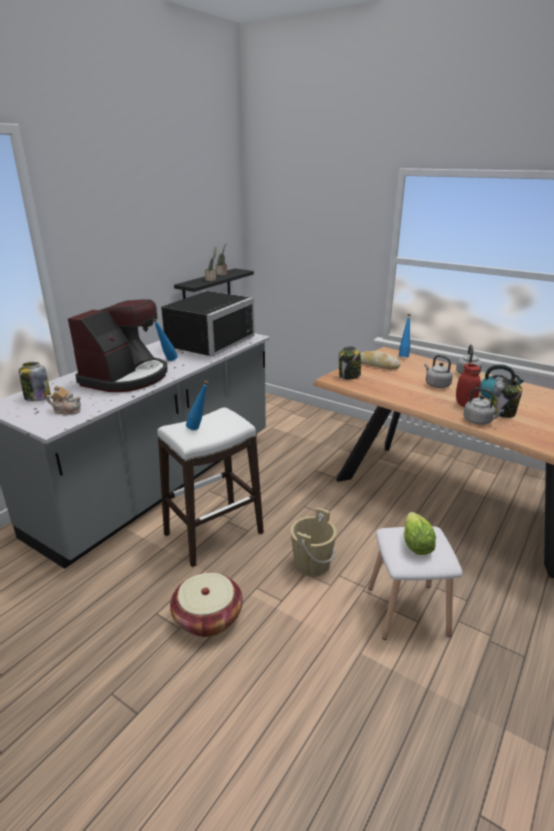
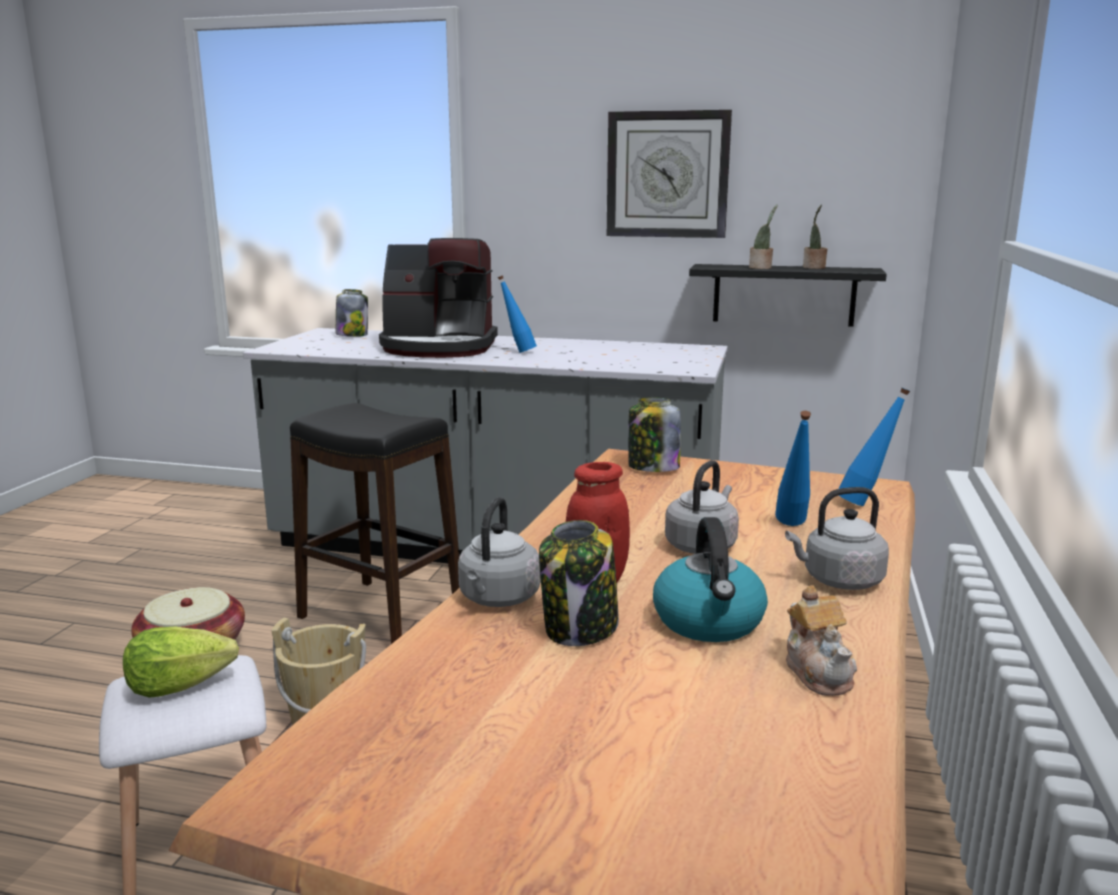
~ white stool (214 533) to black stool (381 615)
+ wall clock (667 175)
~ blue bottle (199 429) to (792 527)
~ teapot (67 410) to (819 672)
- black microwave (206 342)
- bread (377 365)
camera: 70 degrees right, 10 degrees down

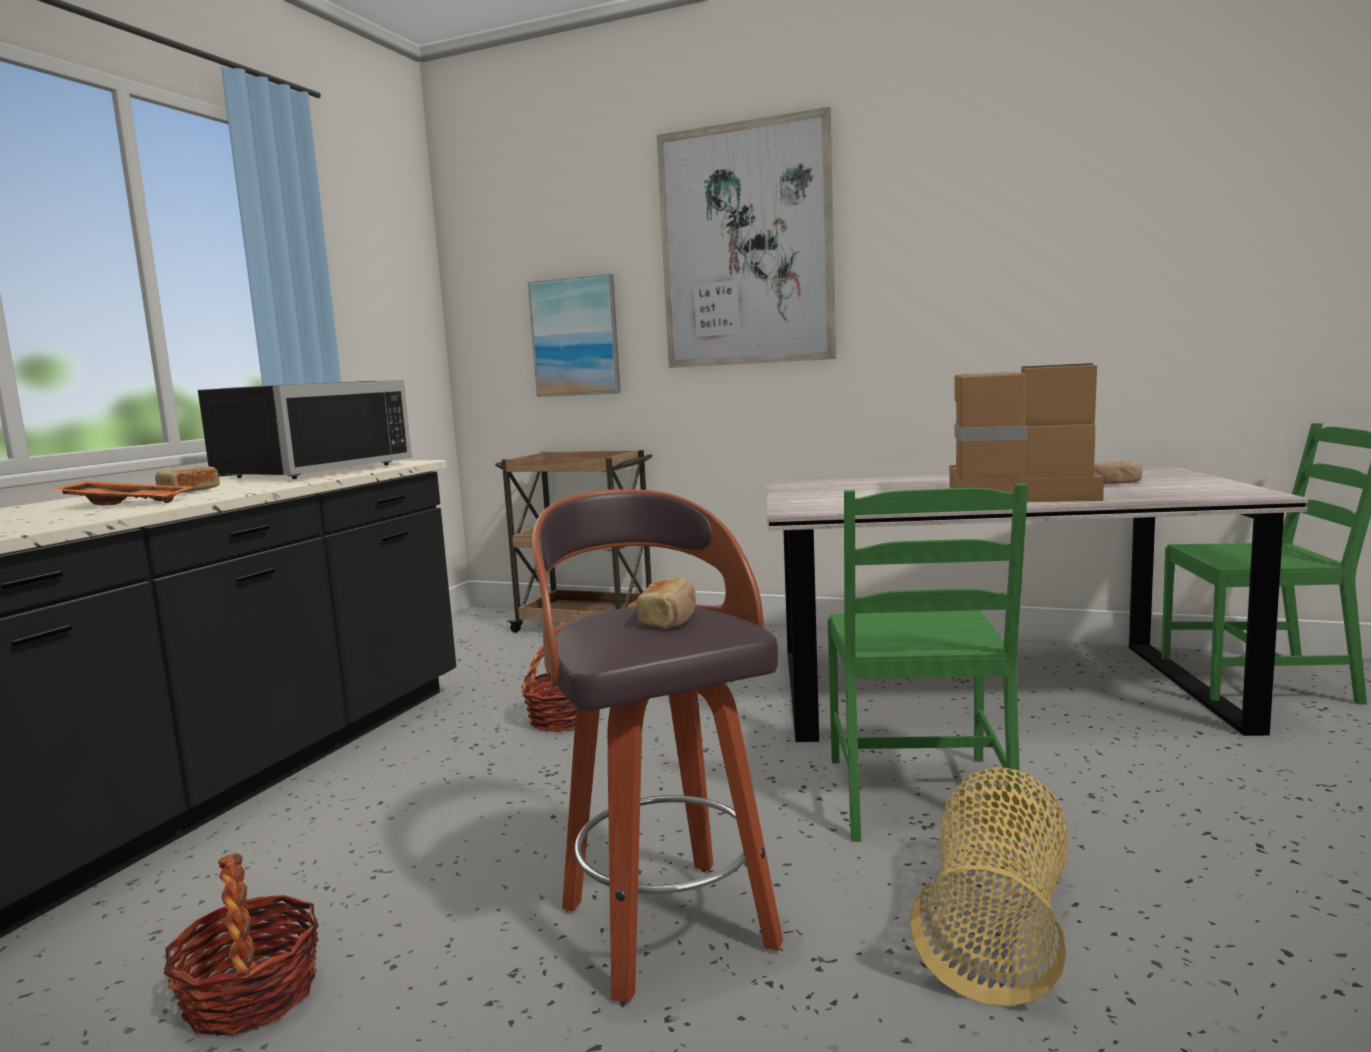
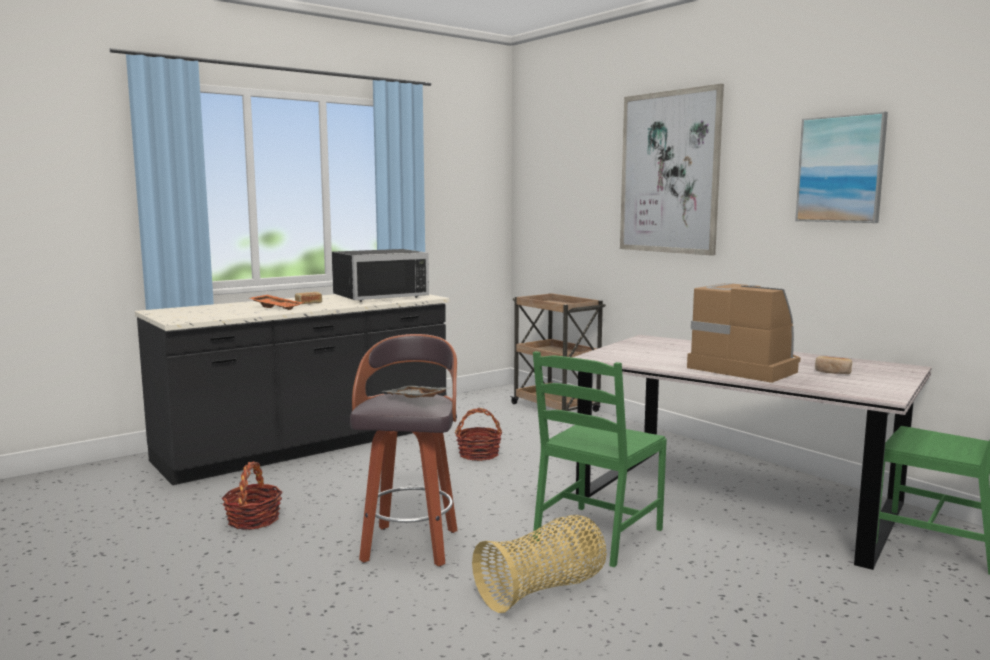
~ bread (670 619) to grey tray (415 399)
~ picture (575 337) to (841 169)
camera: 30 degrees right, 0 degrees up

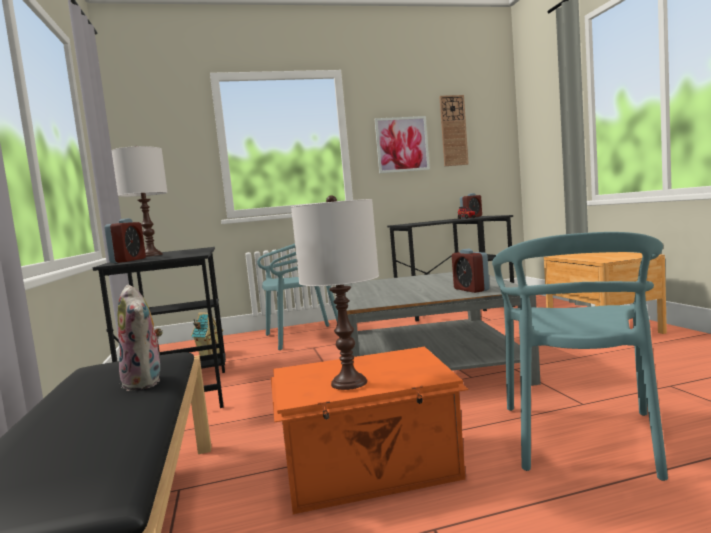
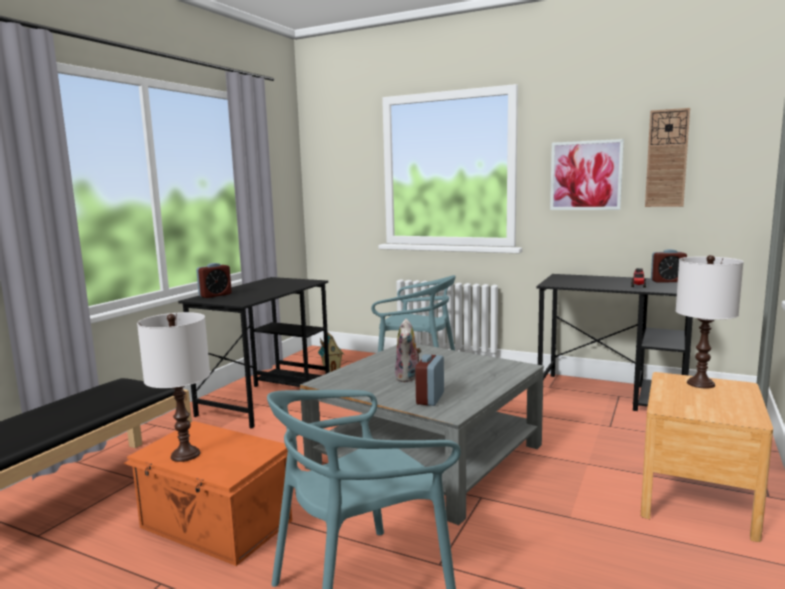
~ plush toy (146 382) to (408 378)
~ white table lamp (151 255) to (700 384)
camera: 40 degrees right, 5 degrees up

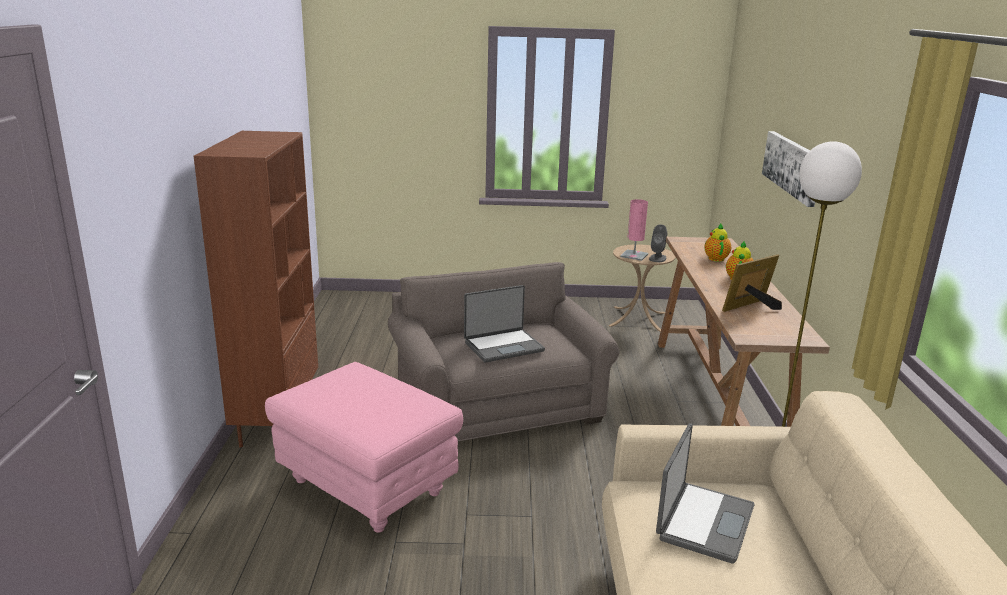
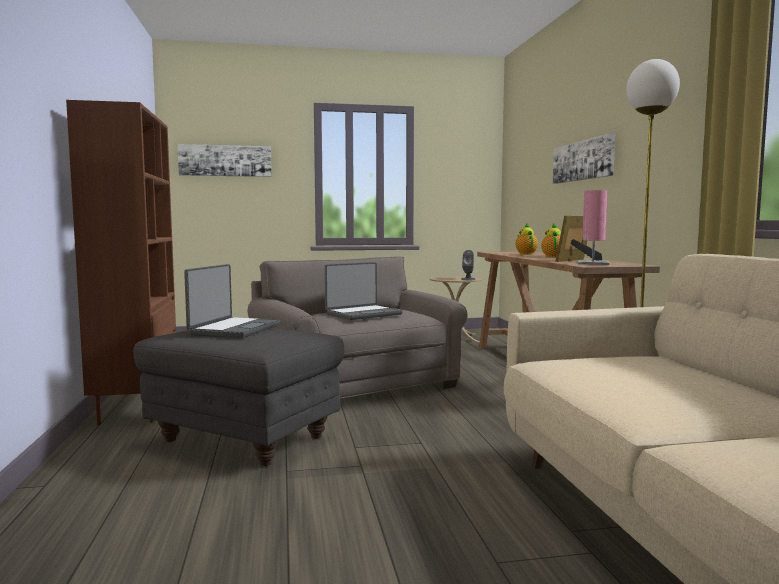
~ pink ottoman (368 487) to grey ottoman (245 439)
+ picture (225 161)
~ laptop (703 522) to (234 329)
~ pink table lamp (634 255) to (592 263)
camera: 10 degrees left, 15 degrees down

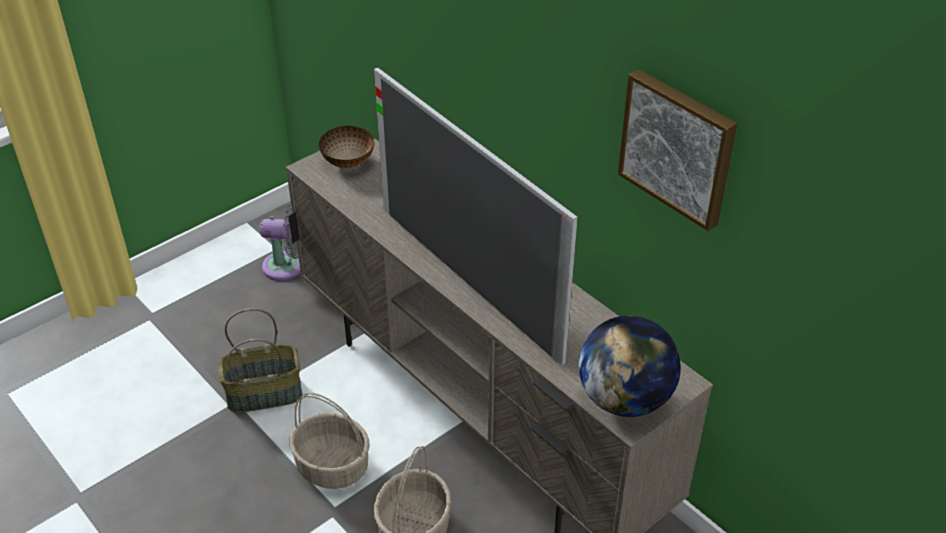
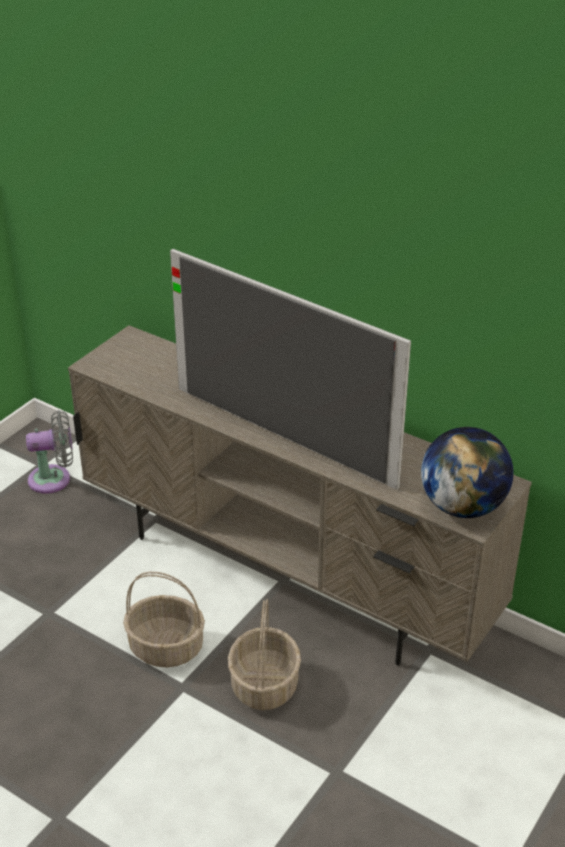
- basket (265 393)
- bowl (348 163)
- picture (678 147)
camera: 15 degrees left, 5 degrees down

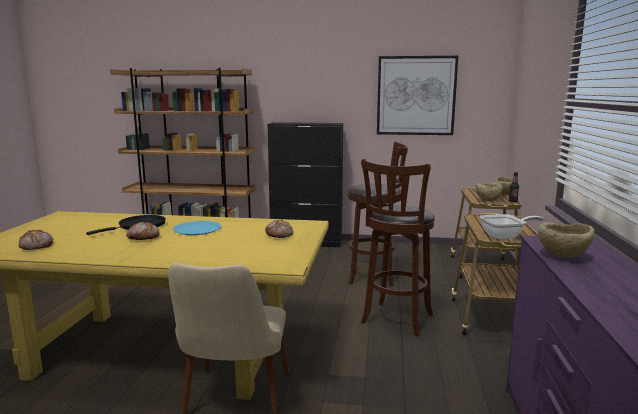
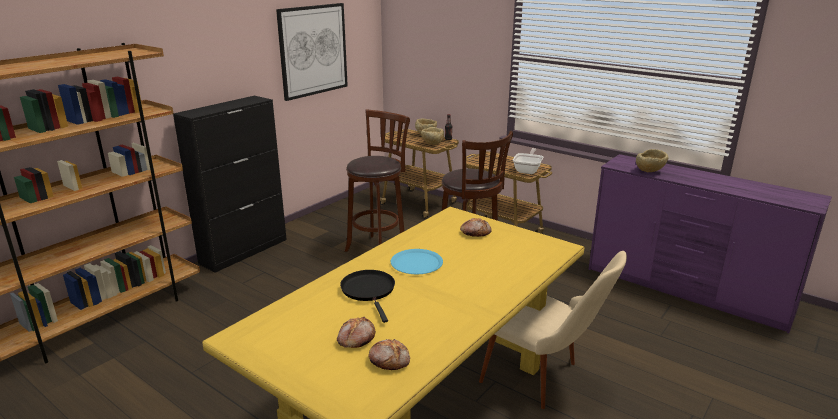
~ bread (143 237) to (356 338)
camera: 60 degrees left, 10 degrees up

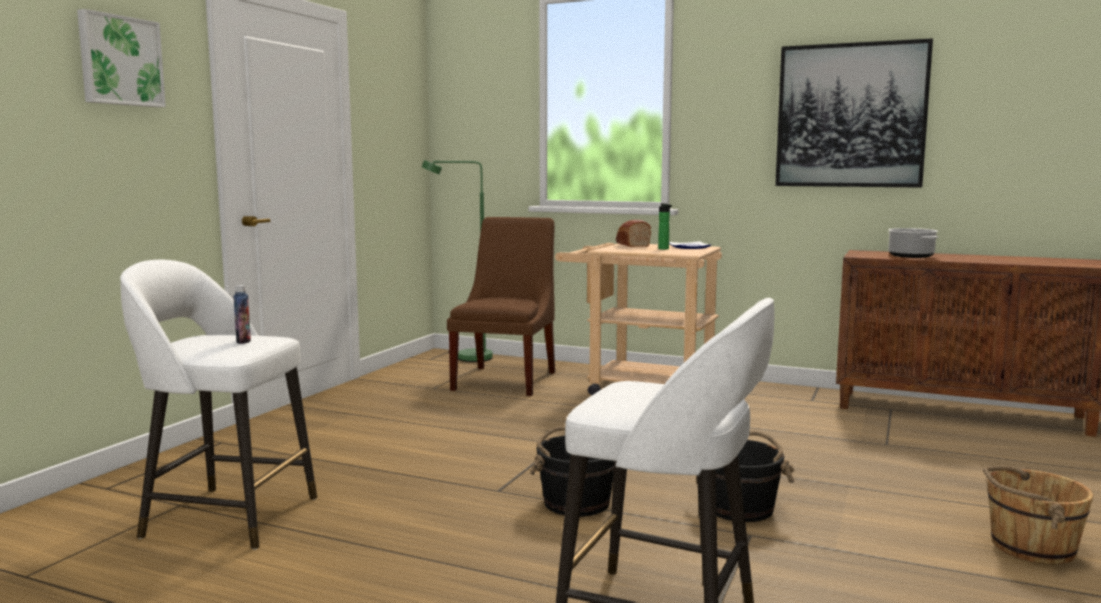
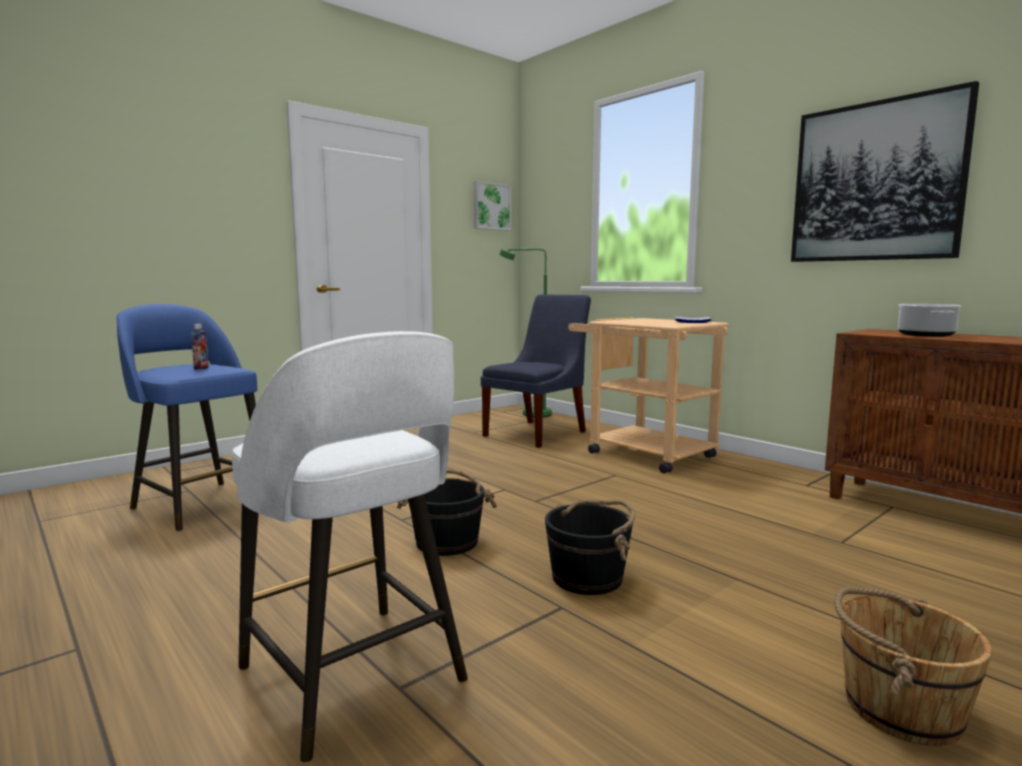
~ white stool (226 516) to blue stool (200 504)
~ picture (120 61) to (491 206)
~ brown chair (507 379) to blue chair (538 433)
- bread (631 244)
- bottle (664 249)
camera: 25 degrees right, 0 degrees up

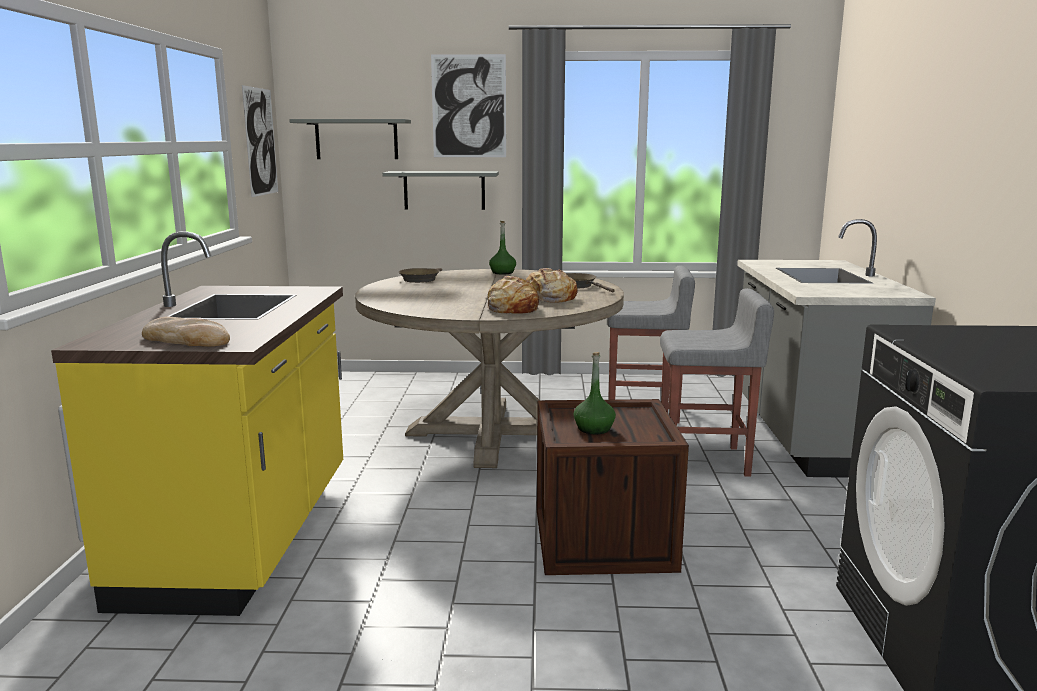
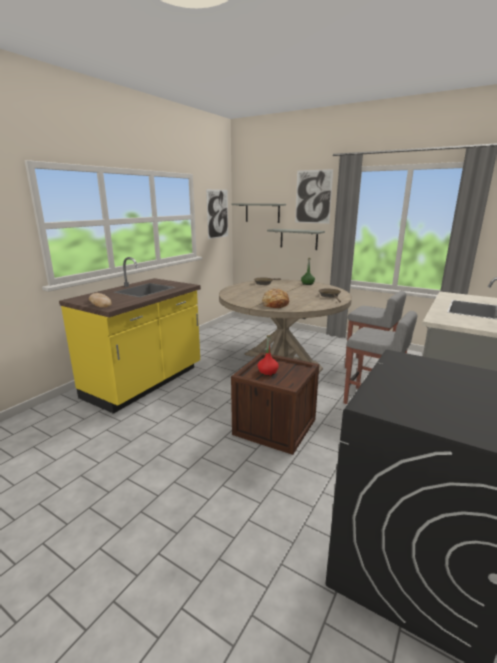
~ green bottle (593 429) to red bottle (267 372)
- bread (549 298)
camera: 30 degrees right, 5 degrees up

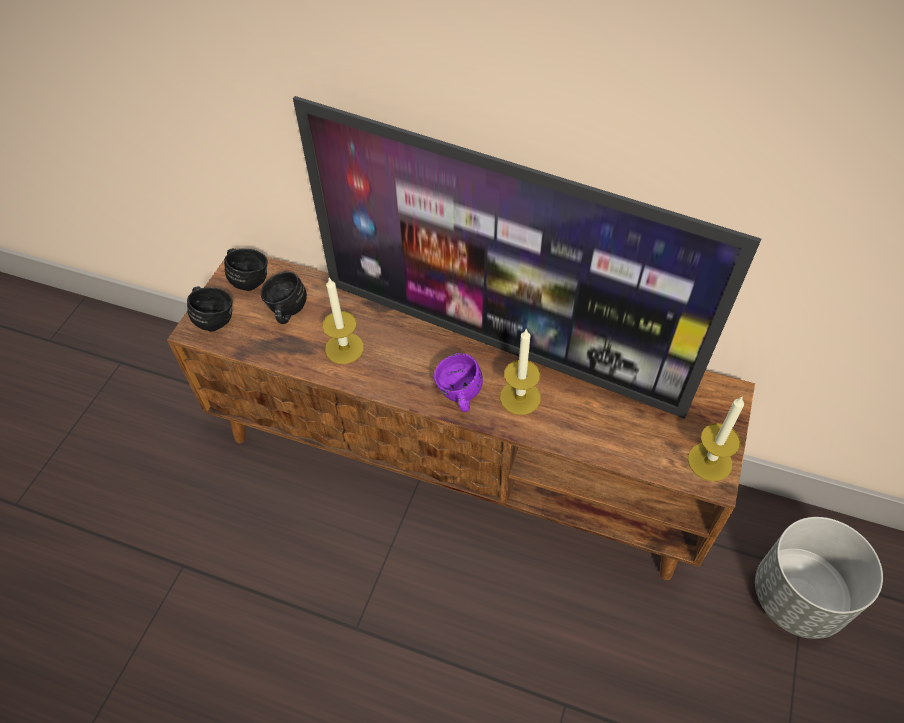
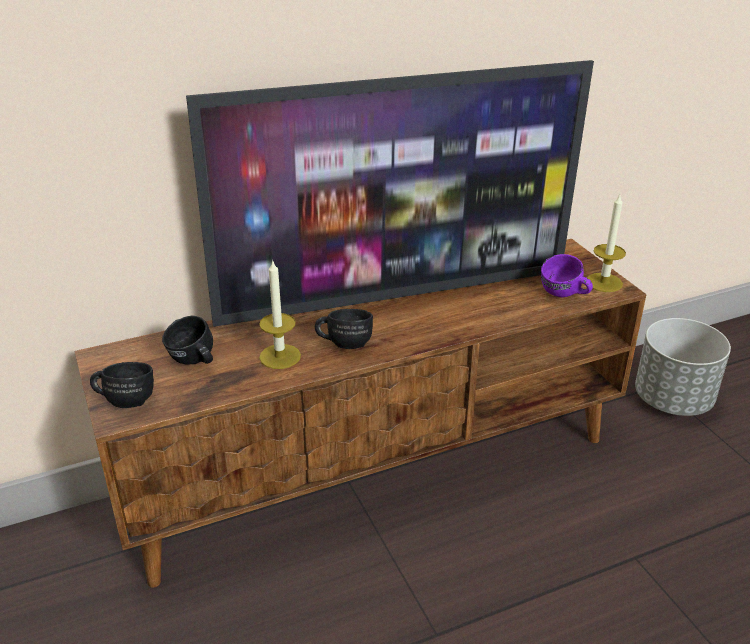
~ black mug (249 278) to (344 343)
~ purple mug (458 396) to (564 296)
- candle (520 397)
camera: 45 degrees left, 20 degrees down

